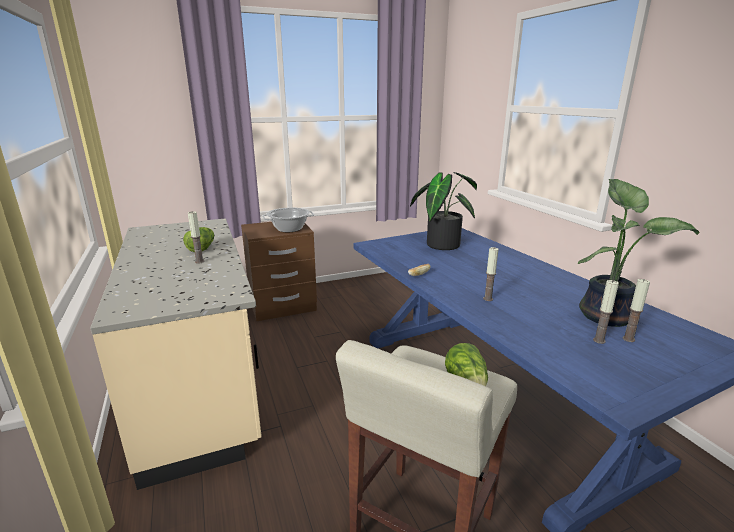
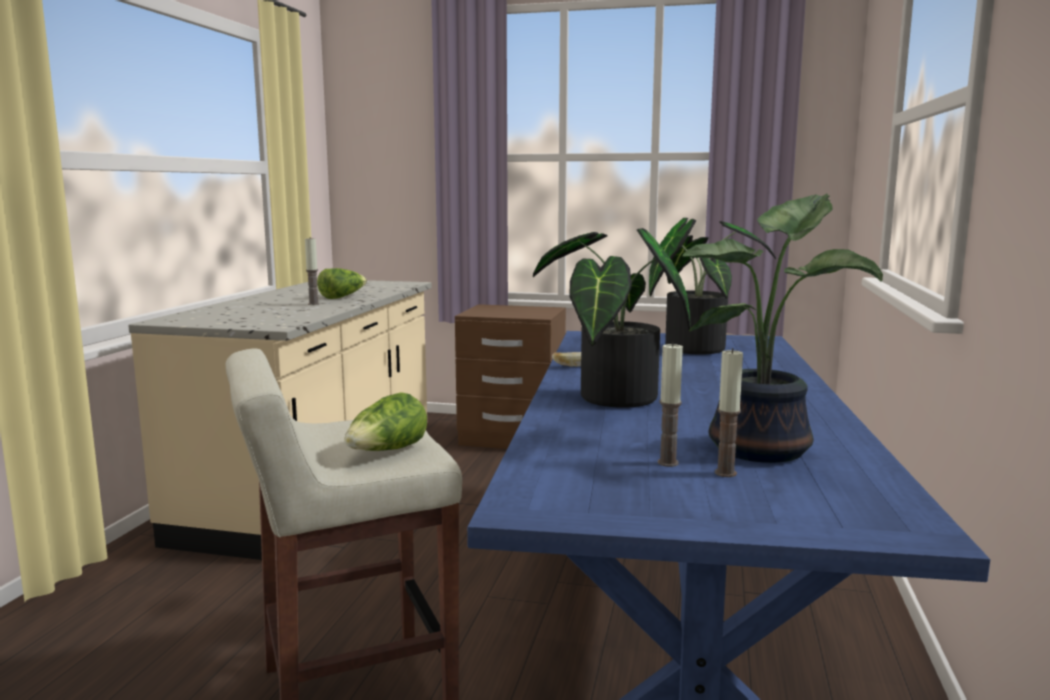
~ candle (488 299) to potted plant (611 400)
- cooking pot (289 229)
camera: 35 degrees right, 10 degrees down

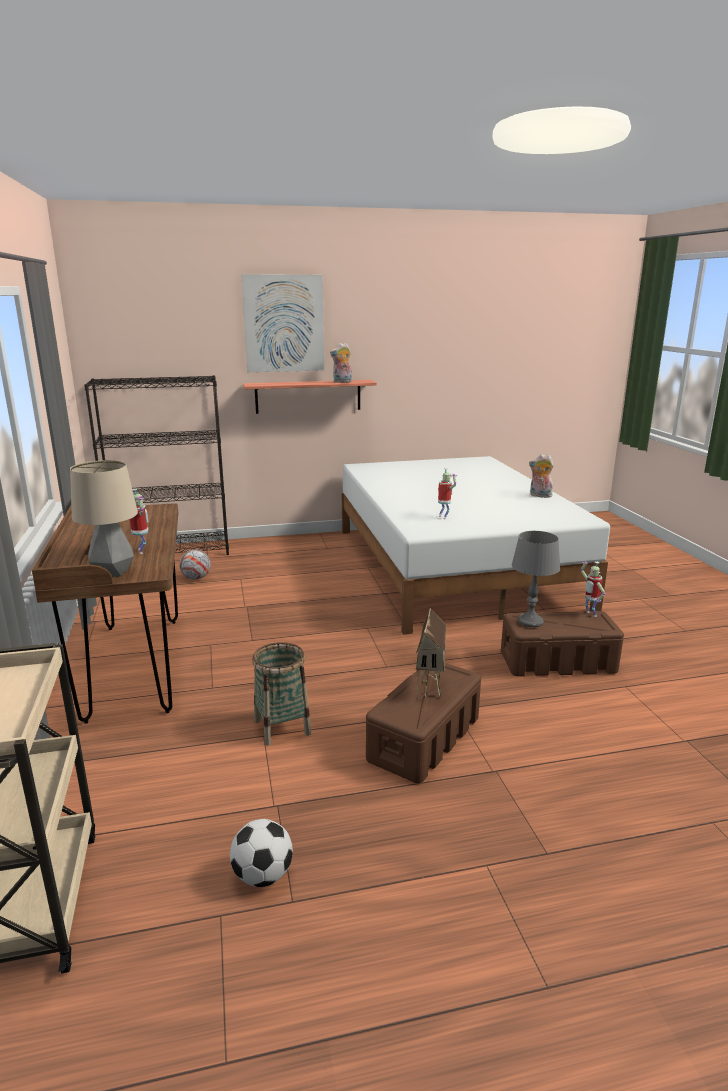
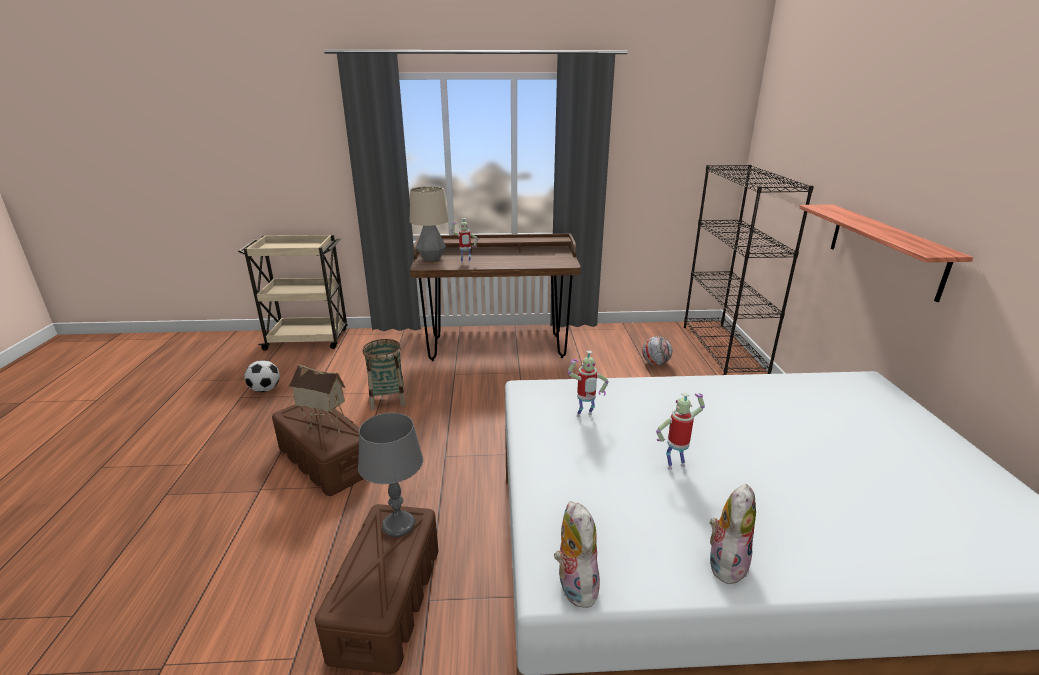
~ plush toy (342 382) to (574 585)
~ toy robot (589 614) to (675 464)
- picture (284 324)
camera: 100 degrees right, 5 degrees up

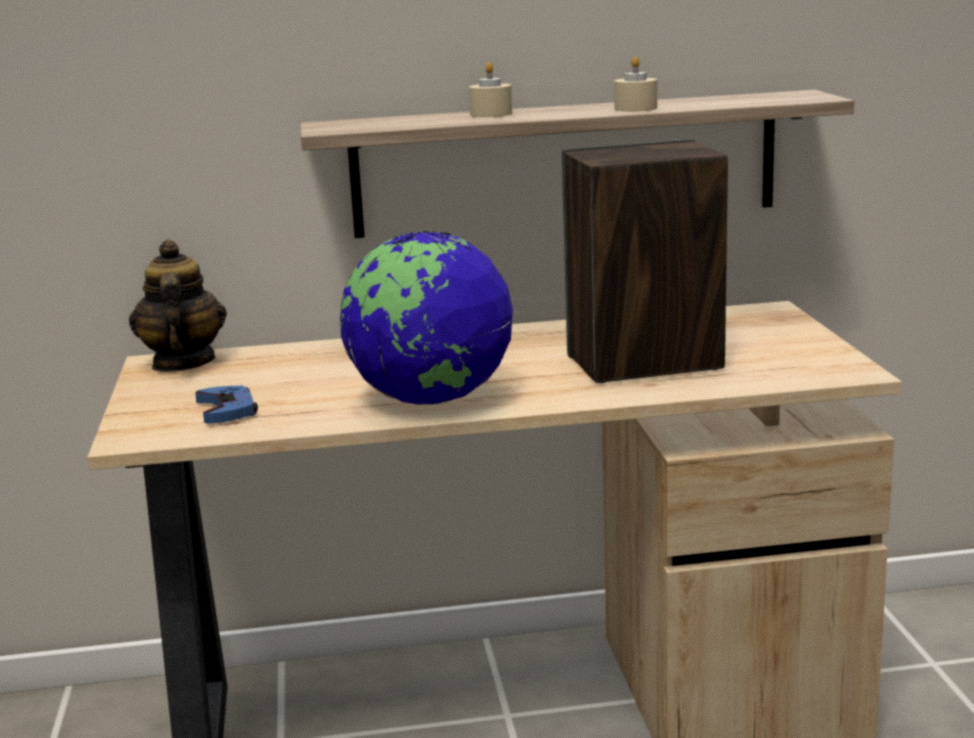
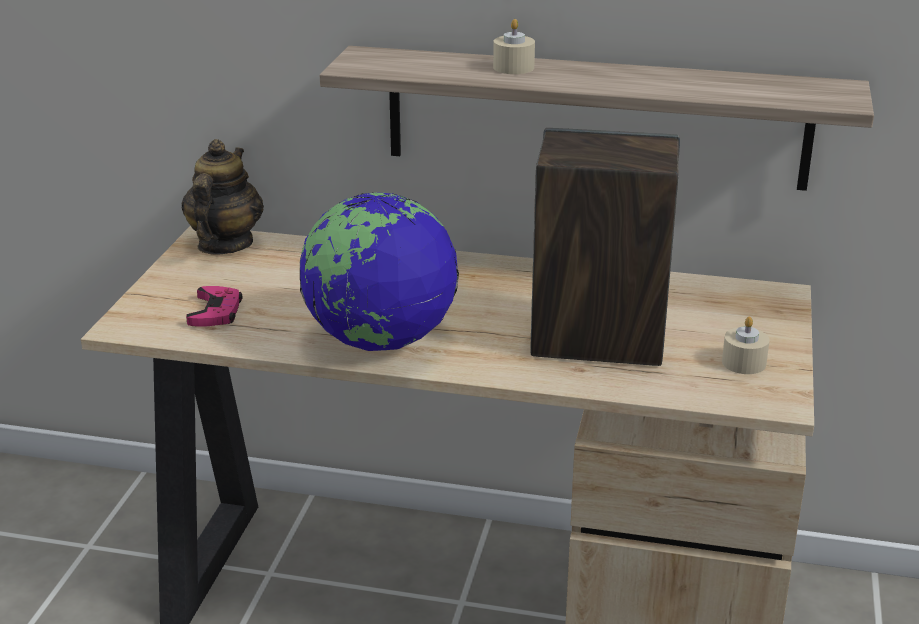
~ blue game controller (227 411) to pink game controller (216 312)
~ beige candle (635 108) to (744 363)
camera: 20 degrees right, 10 degrees up

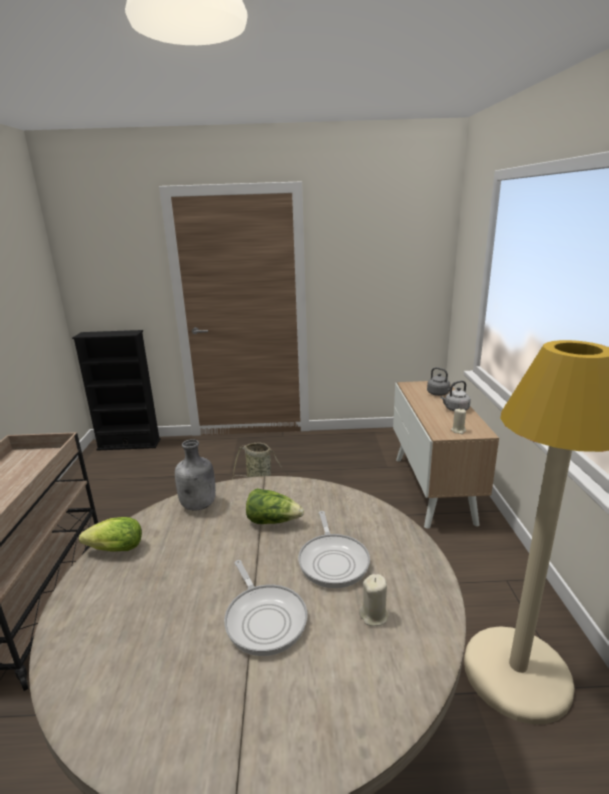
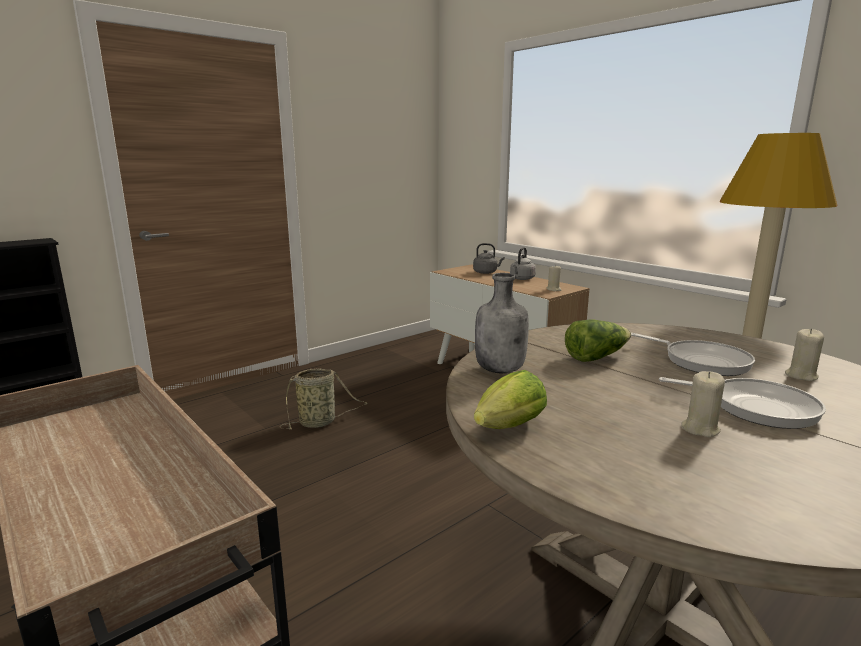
+ beige candle (700 428)
camera: 40 degrees left, 5 degrees down

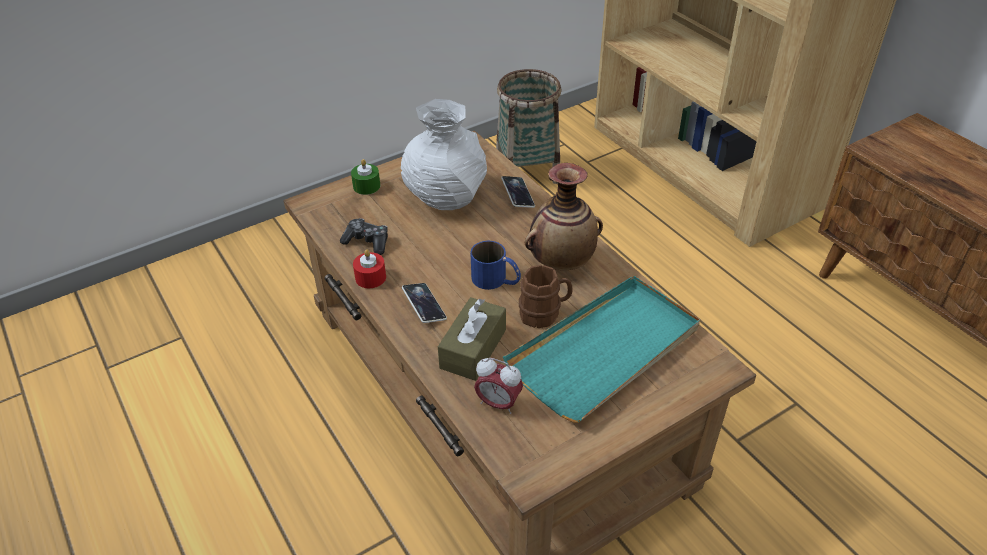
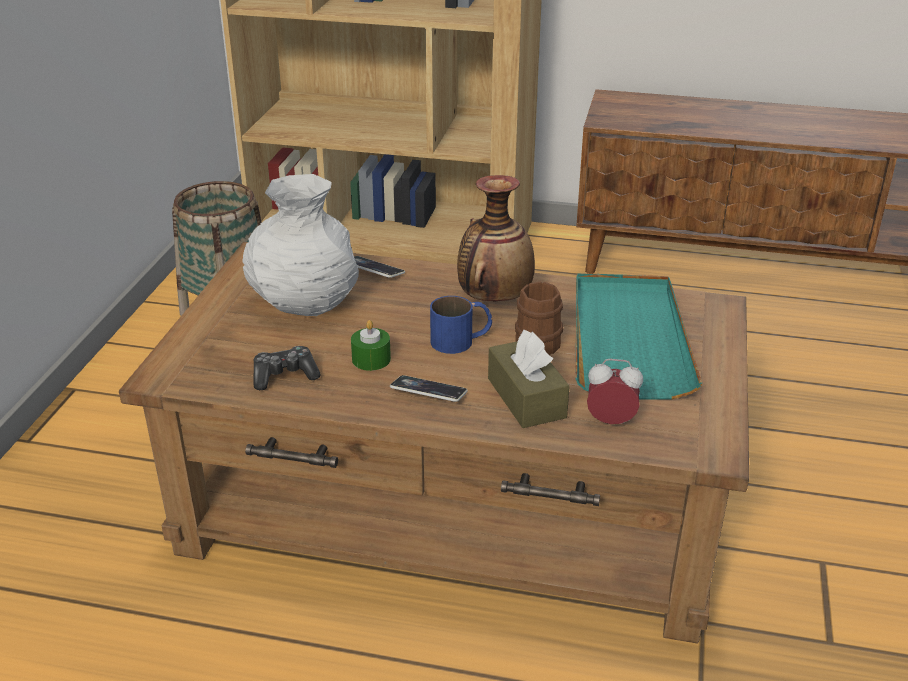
~ green candle (366 186) to (371 359)
~ alarm clock (498 403) = (611 421) 150 degrees counterclockwise
- red candle (370 277)
camera: 45 degrees left, 10 degrees down

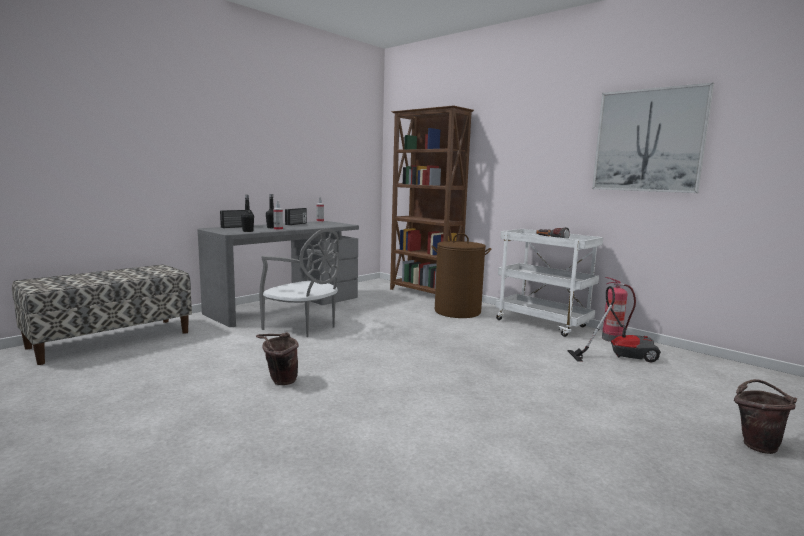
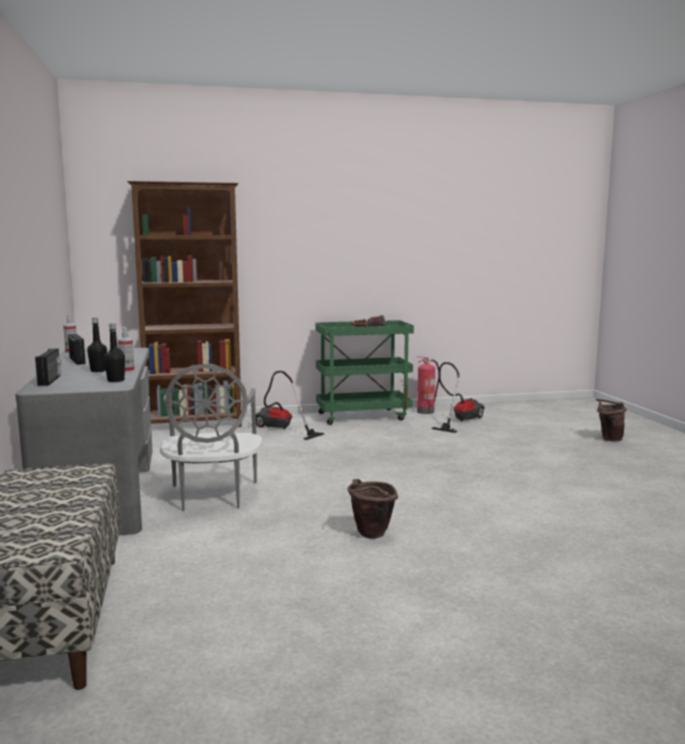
~ grey chair (303 327) = (212 496) 105 degrees clockwise
~ brown laundry basket (457 311) to vacuum cleaner (280 429)
~ white cart (543 324) to green cart (363 416)
- picture (648 140)
camera: 55 degrees left, 0 degrees up

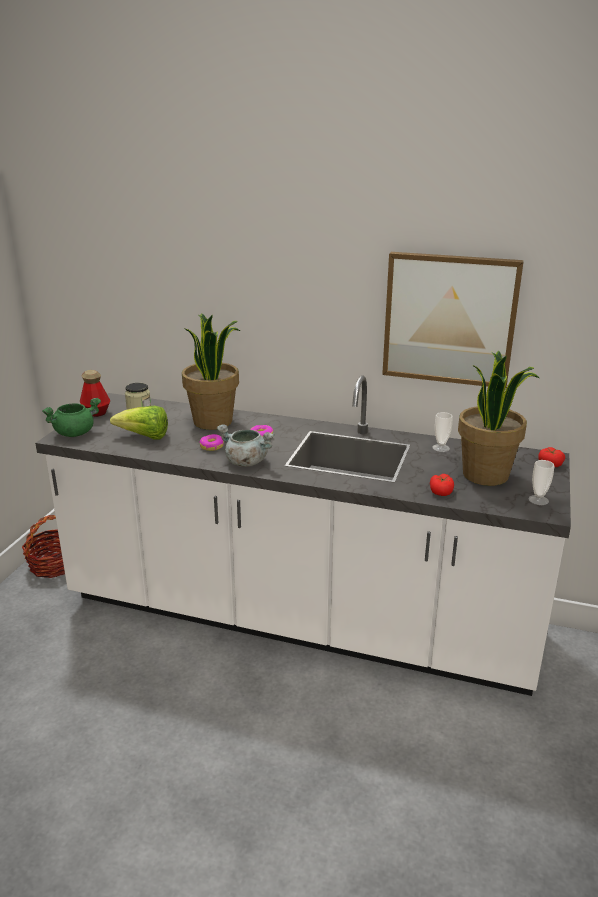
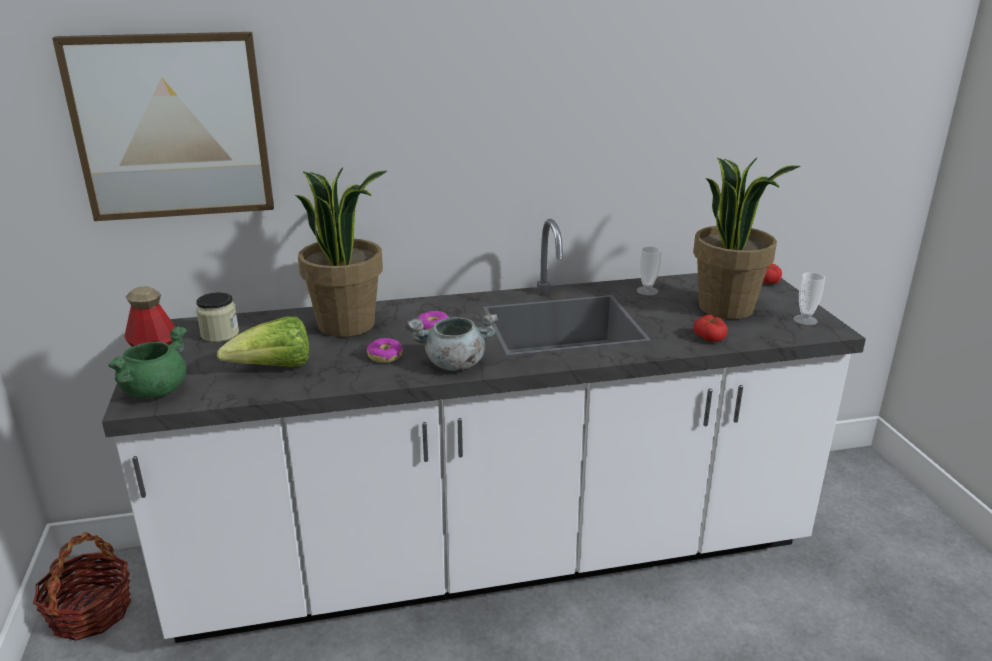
~ picture (449 319) to (172 126)
camera: 30 degrees left, 0 degrees up

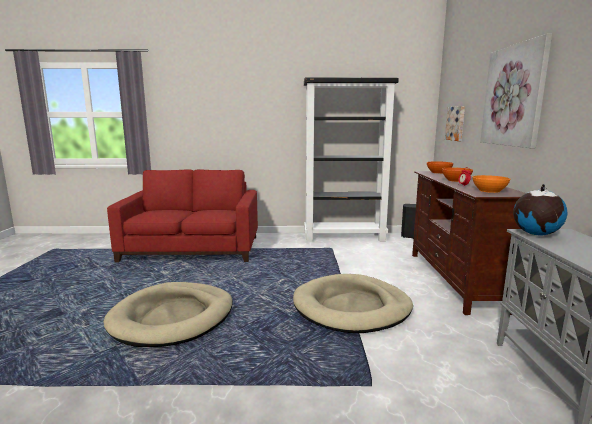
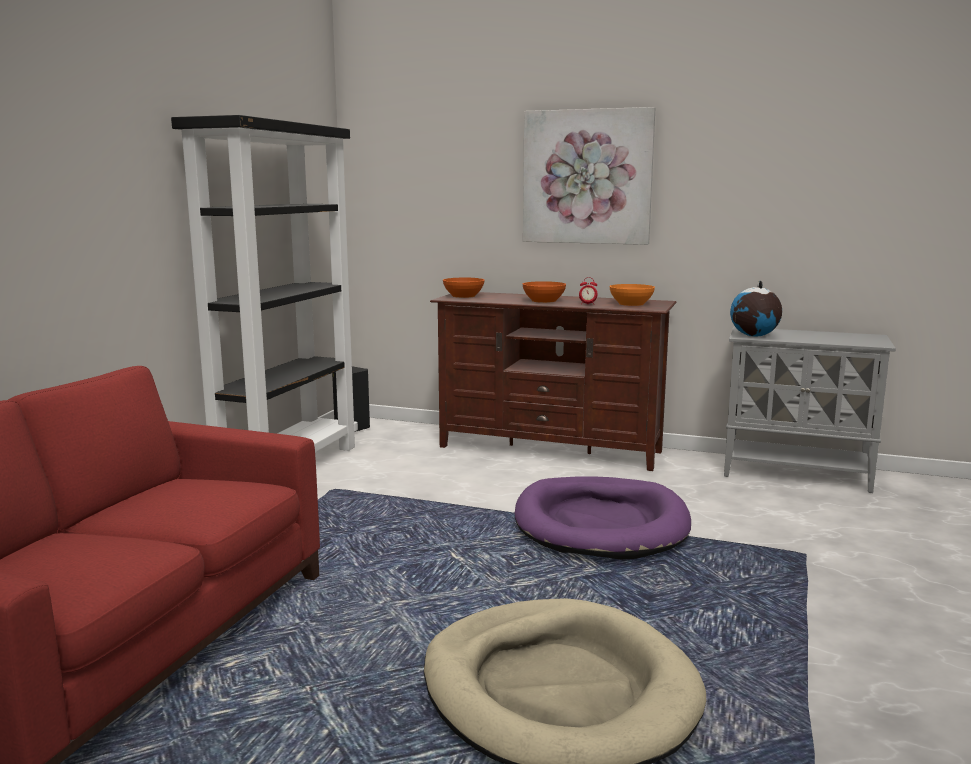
~ beige dog bed (352 307) to purple dog bed (600 524)
- picture (456 123)
camera: 70 degrees left, 0 degrees up

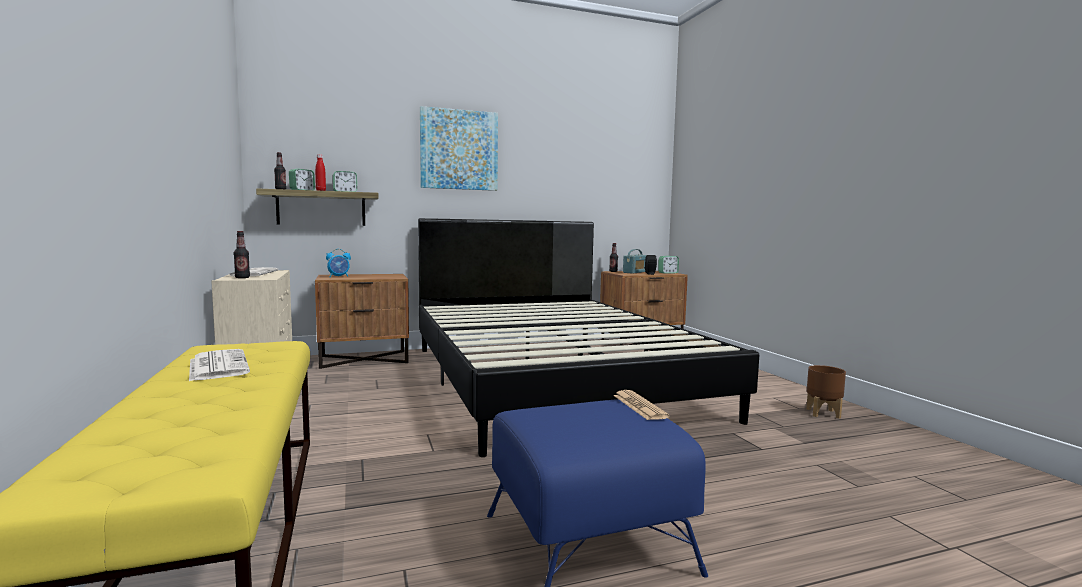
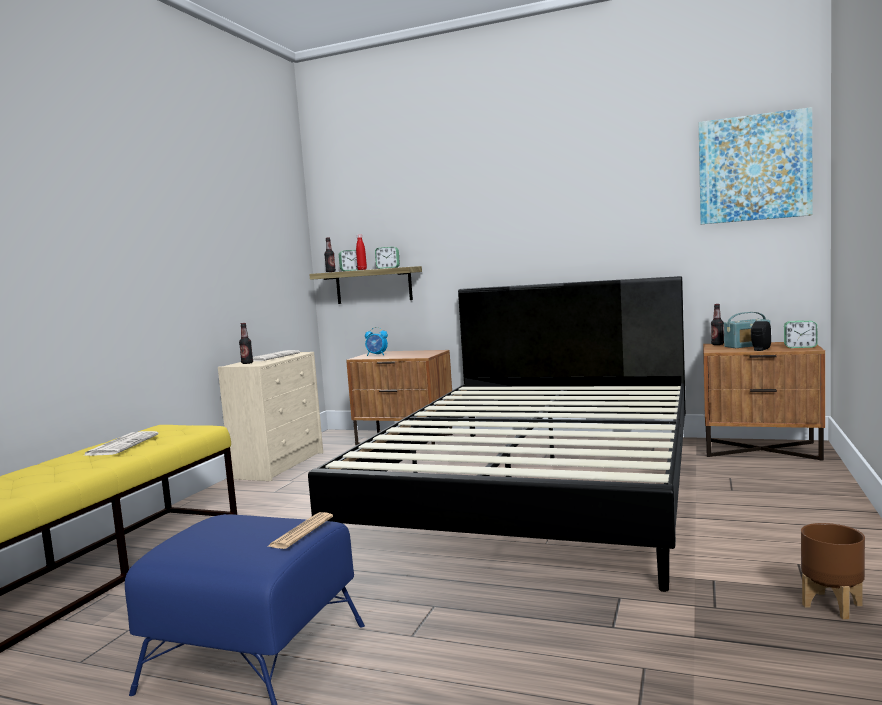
~ picture (459 150) to (754 168)
camera: 40 degrees right, 0 degrees up

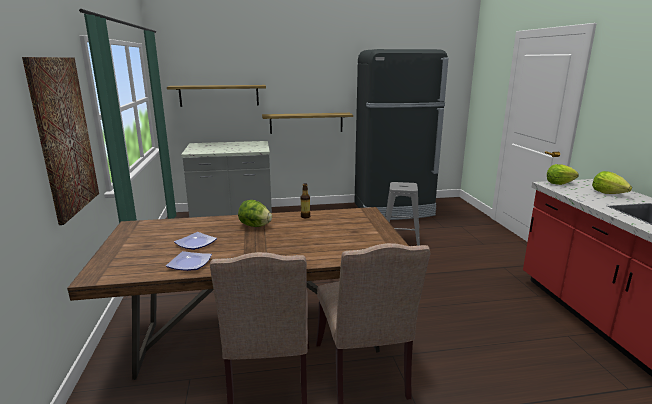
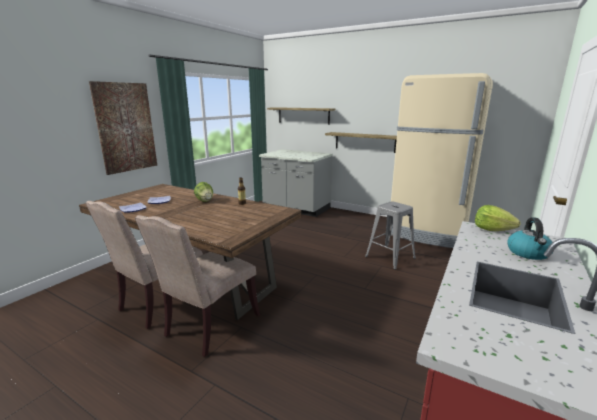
~ black fridge (394 209) to beige fridge (427 233)
~ lettuce (608 193) to kettle (528 253)
camera: 40 degrees right, 0 degrees up

